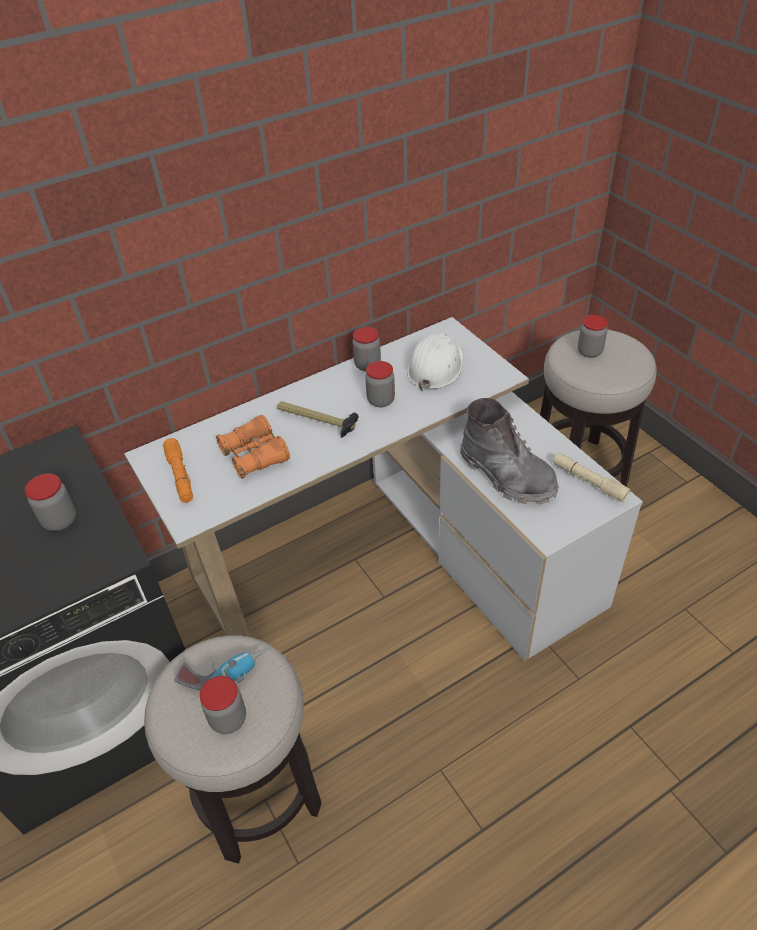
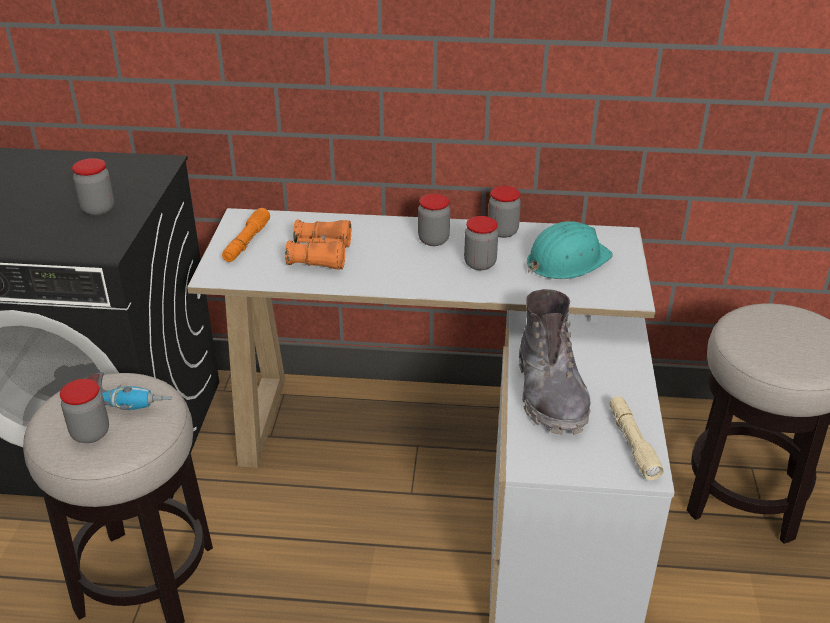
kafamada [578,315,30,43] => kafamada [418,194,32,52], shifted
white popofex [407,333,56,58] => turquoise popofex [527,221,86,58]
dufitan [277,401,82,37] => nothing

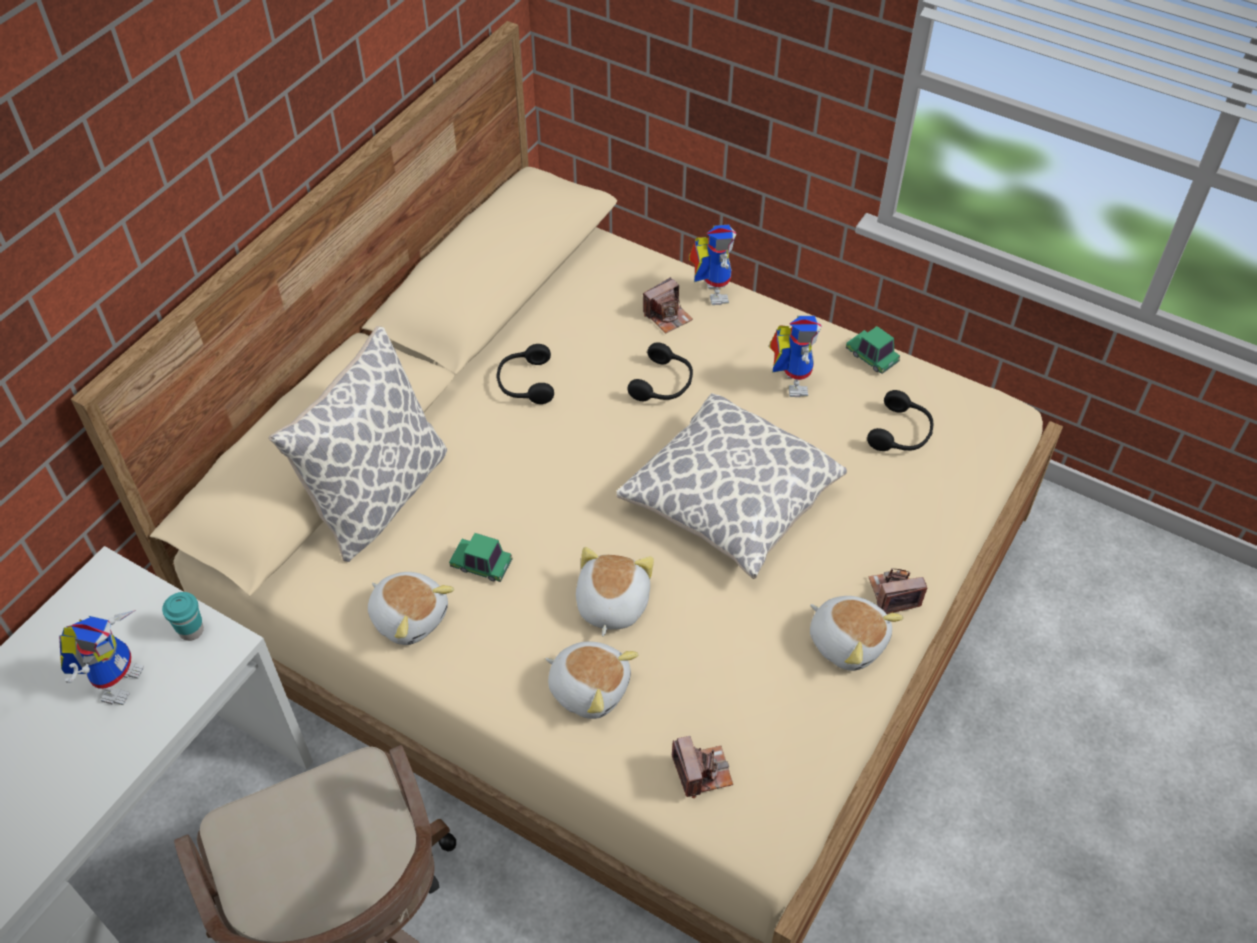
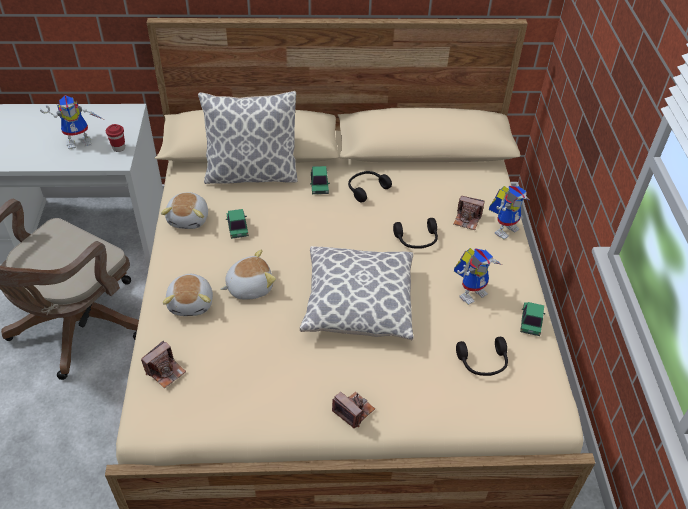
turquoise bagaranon [162,592,42,49] => red bagaranon [106,124,19,28]
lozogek [810,596,94,75] => nothing
nothing => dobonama [310,166,20,28]

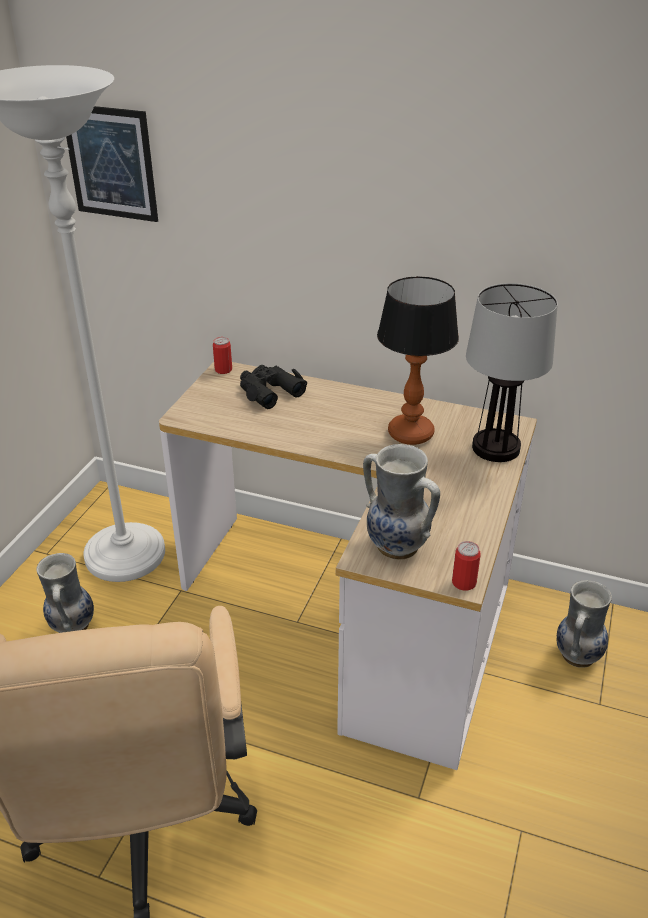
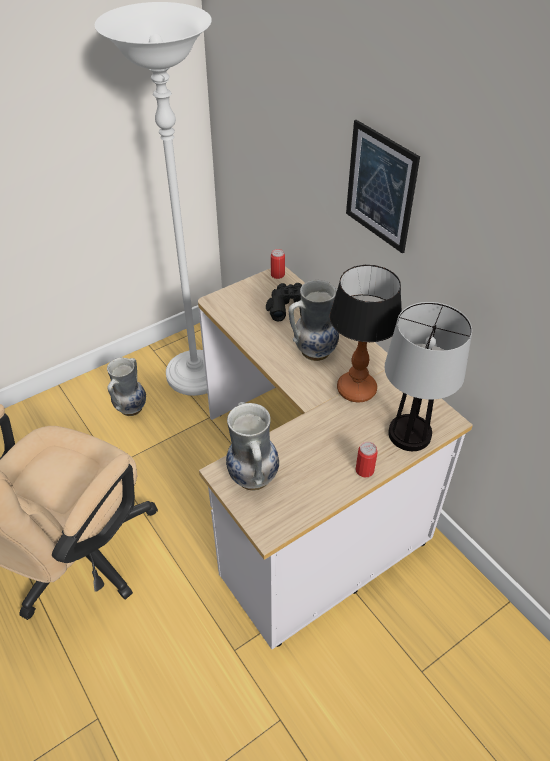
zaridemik [66,106,92,116] => zaridemik [346,120,74,133], shifted
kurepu [452,541,29,49] => kurepu [355,442,23,36], shifted
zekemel [557,580,55,88] => zekemel [288,280,51,81], shifted

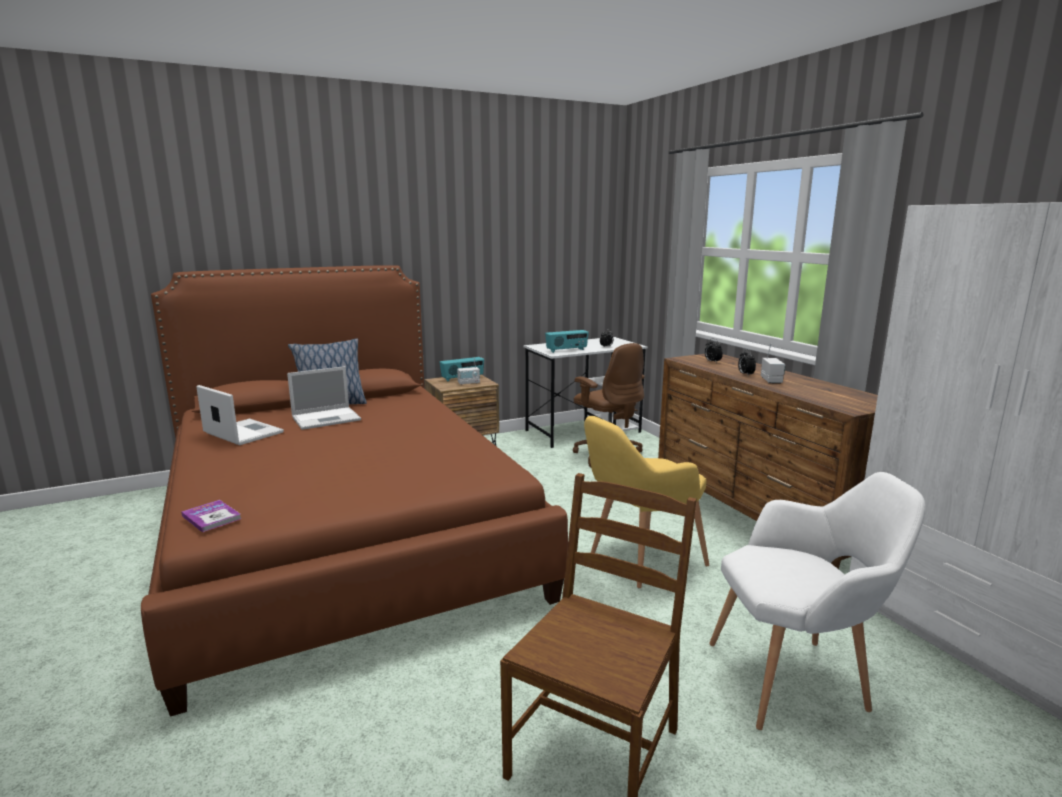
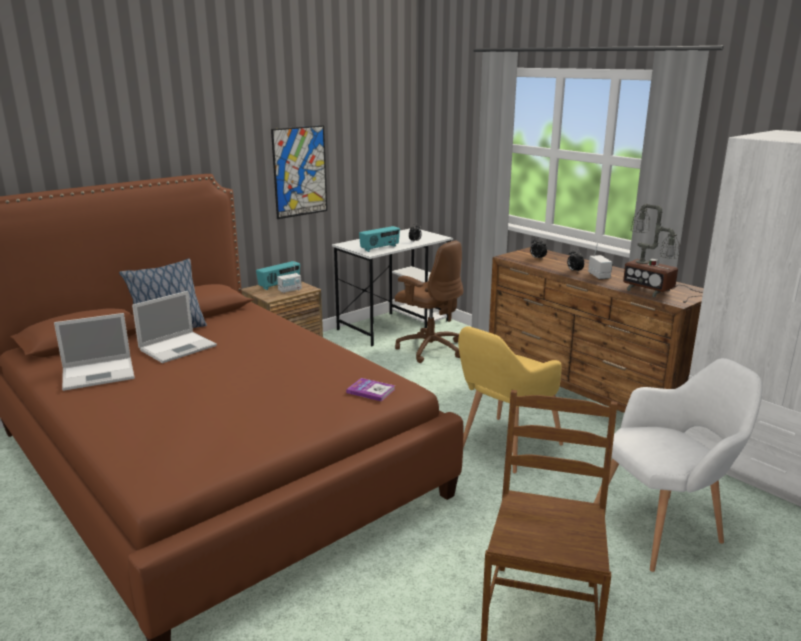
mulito [196,385,88,60] => mulito [54,313,81,78], 135 degrees clockwise
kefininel [181,500,60,32] => kefininel [346,378,49,24], shifted
nothing => zaridemik [271,125,56,94]
nothing => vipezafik [623,204,80,99]

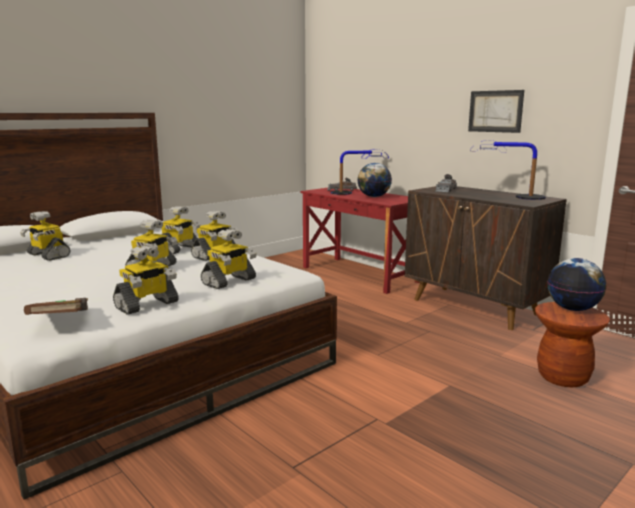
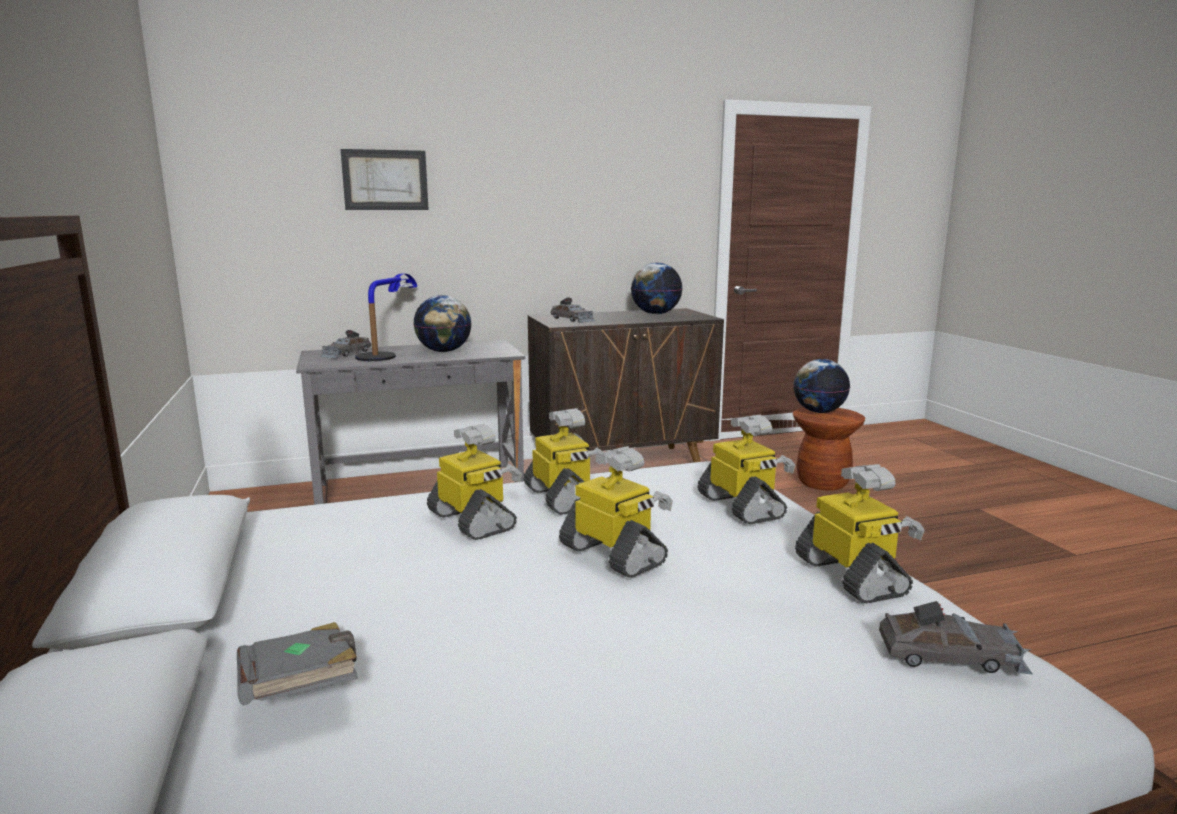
zaridemik [468,90,56,43] => zaridemik [340,149,89,61], shifted
vipezafik [475,140,71,60] => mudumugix [631,263,52,51]
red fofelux [300,188,120,106] => grey fofelux [296,340,229,165]
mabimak [20,211,51,50] => grey kefininel [237,622,121,84]
brown kefininel [24,298,64,17] => grey dobonama [879,601,153,73]

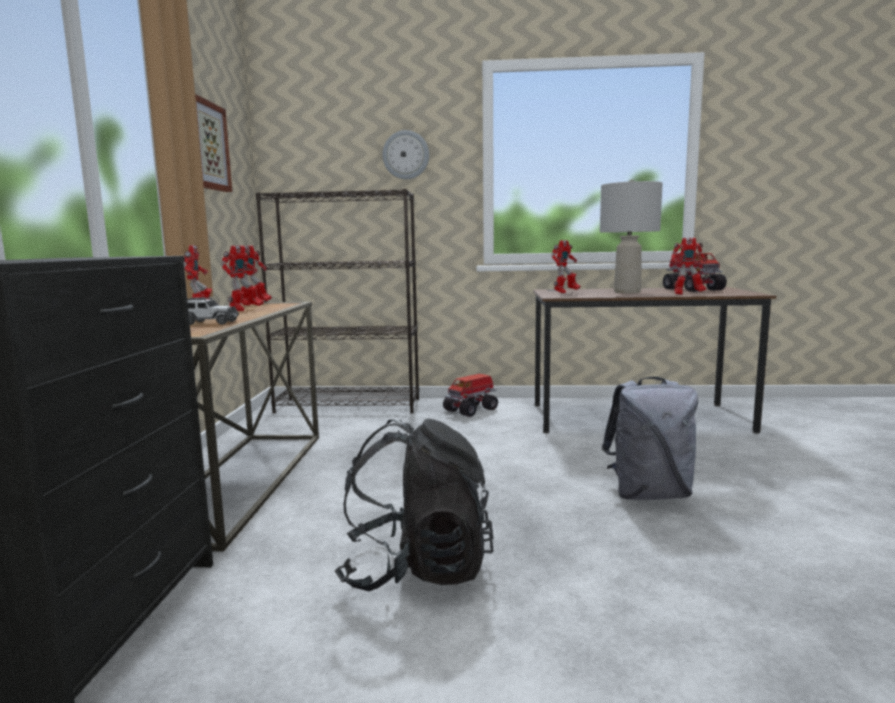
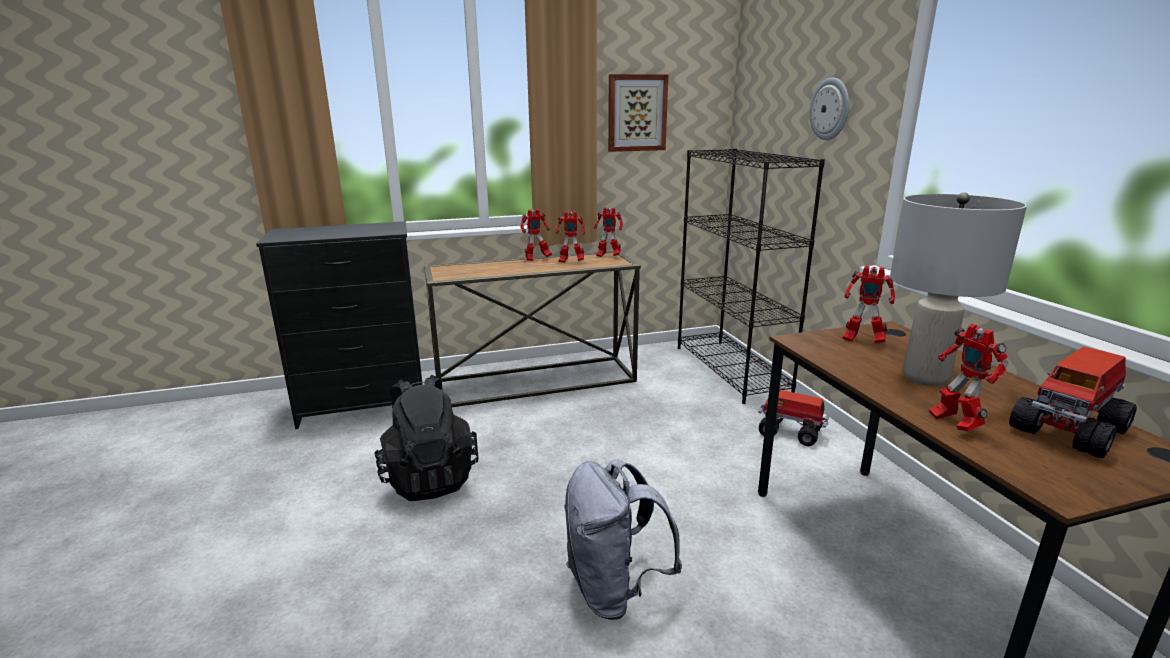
dobonama [187,297,52,28] => nothing

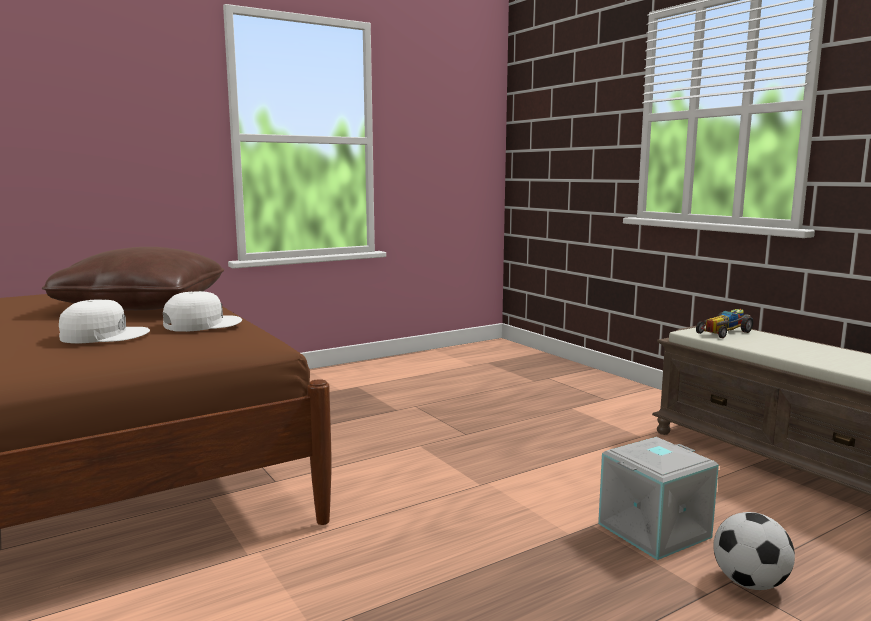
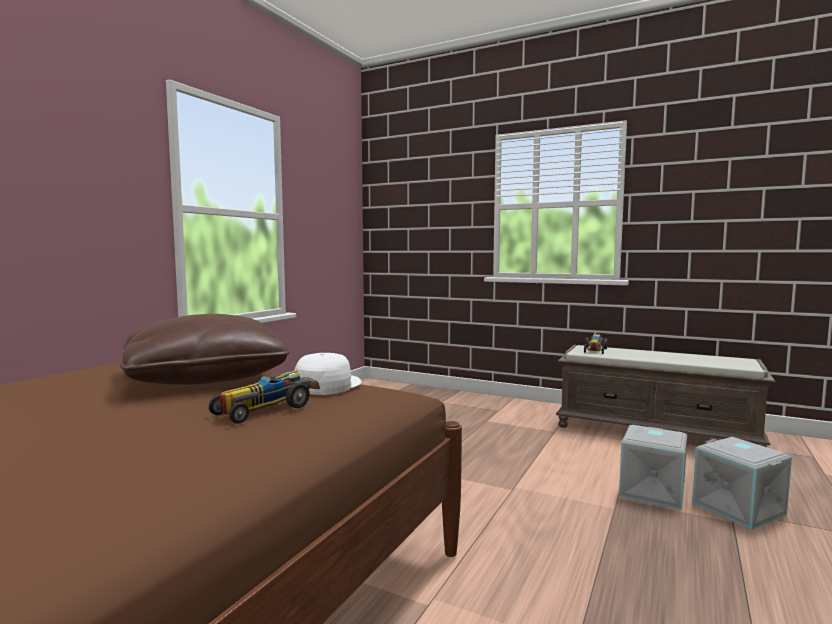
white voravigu [59,300,91,43] => dobonama [209,371,102,53]
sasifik [713,512,82,78] => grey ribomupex [692,437,100,93]

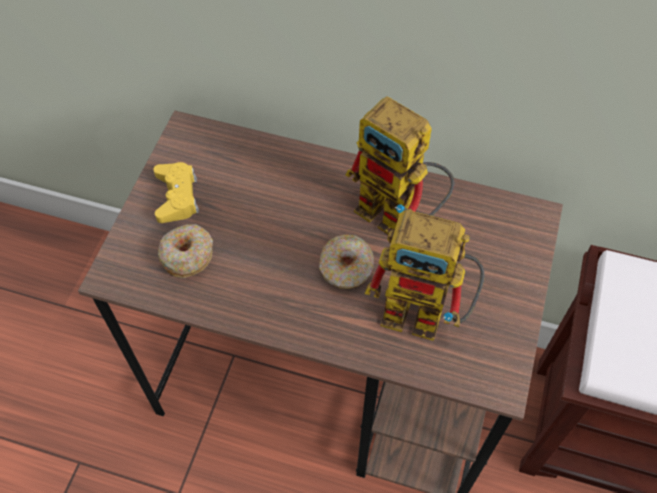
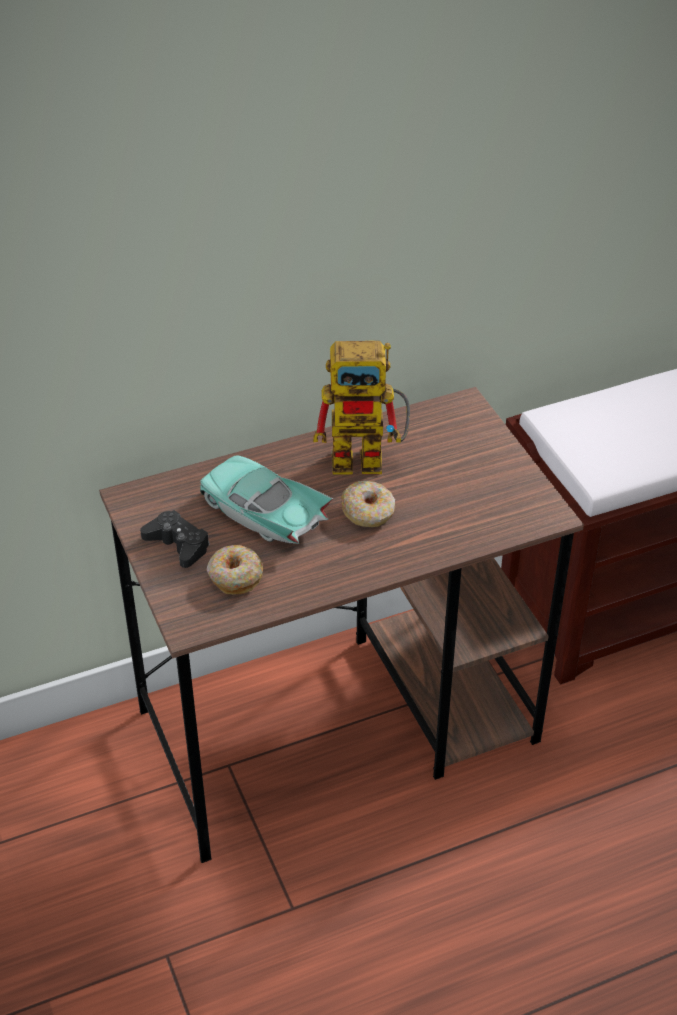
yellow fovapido [153,162,46,61] => black fovapido [140,510,70,58]
mabimak [365,210,119,131] => nothing
nothing => turquoise dobonama [200,456,133,88]

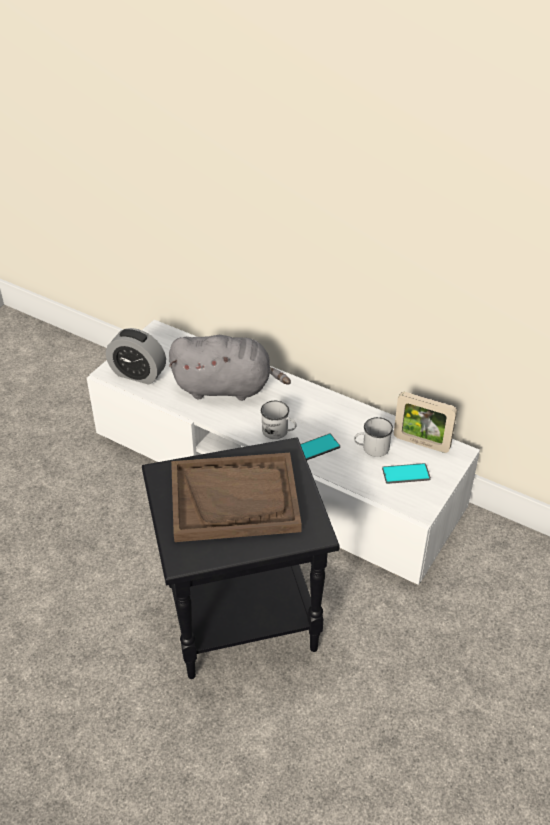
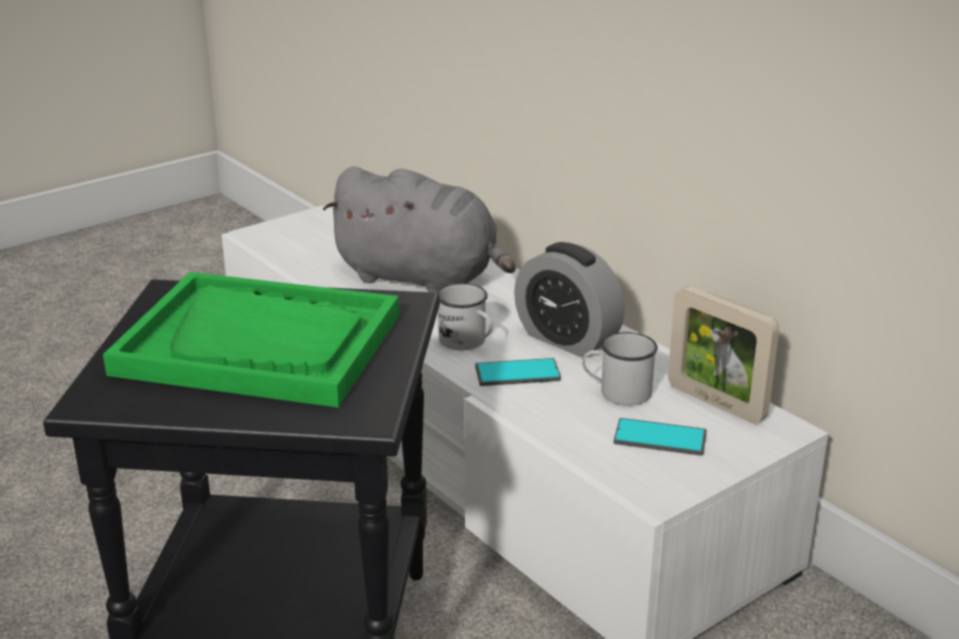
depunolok [106,328,60,57] => depunolok [514,242,111,116], shifted
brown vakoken [171,453,131,89] => green vakoken [103,272,296,136]

